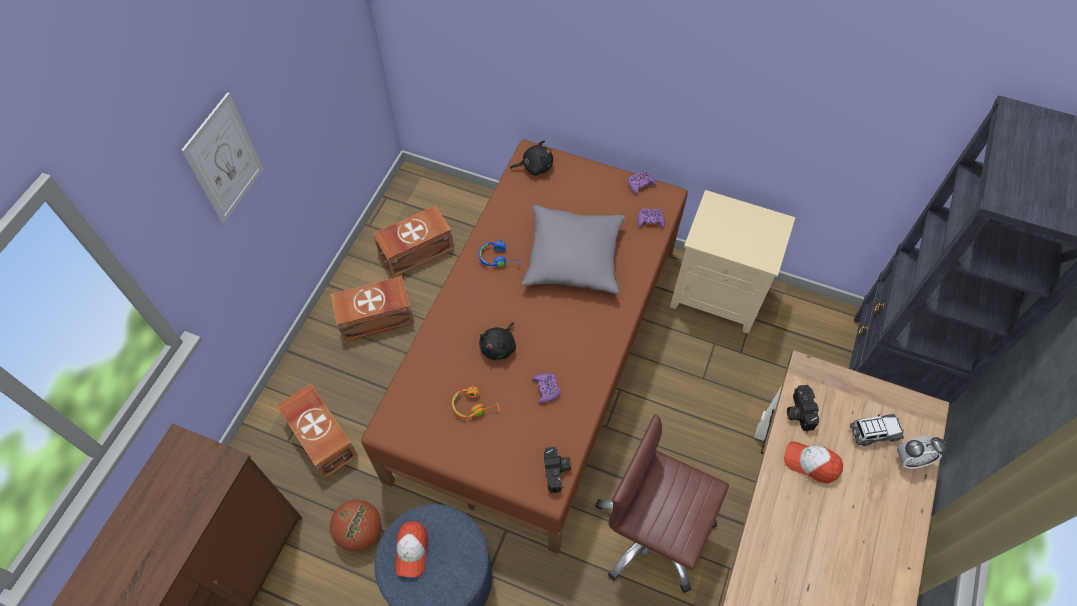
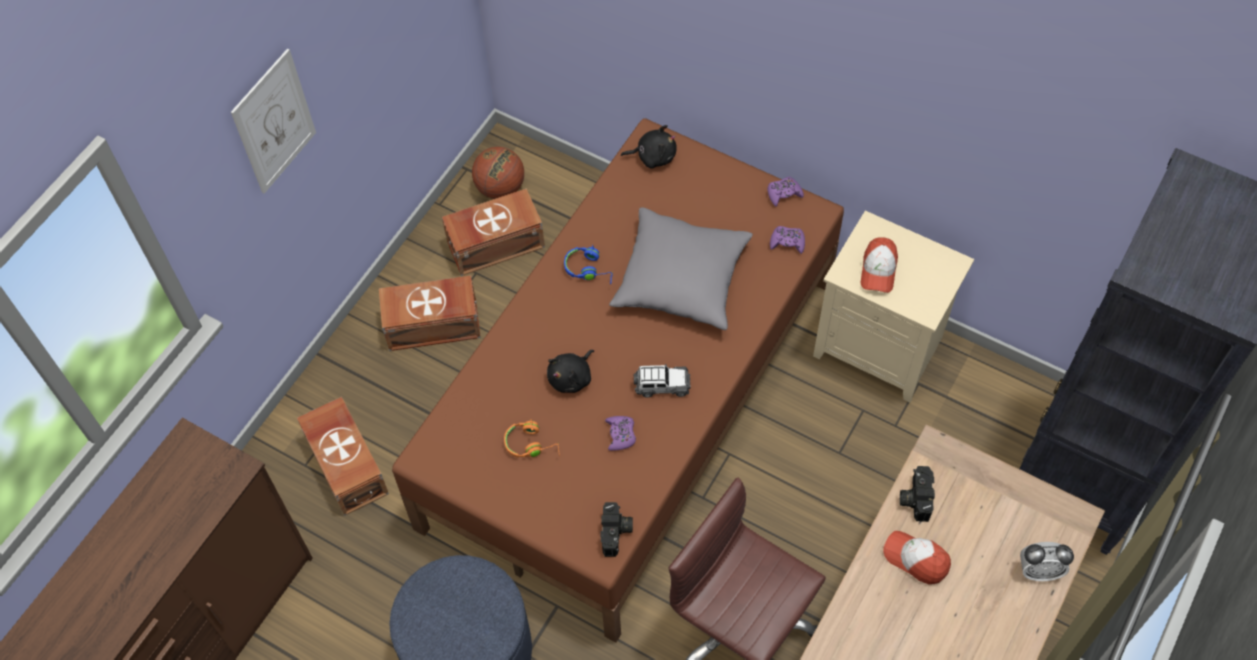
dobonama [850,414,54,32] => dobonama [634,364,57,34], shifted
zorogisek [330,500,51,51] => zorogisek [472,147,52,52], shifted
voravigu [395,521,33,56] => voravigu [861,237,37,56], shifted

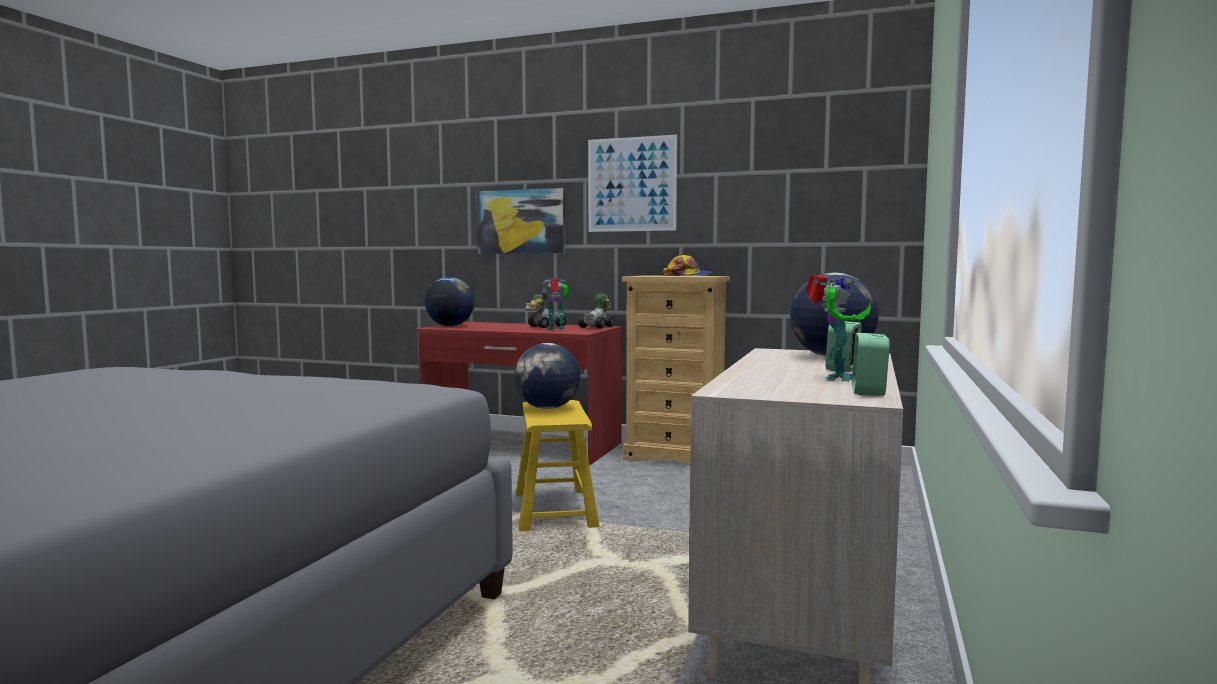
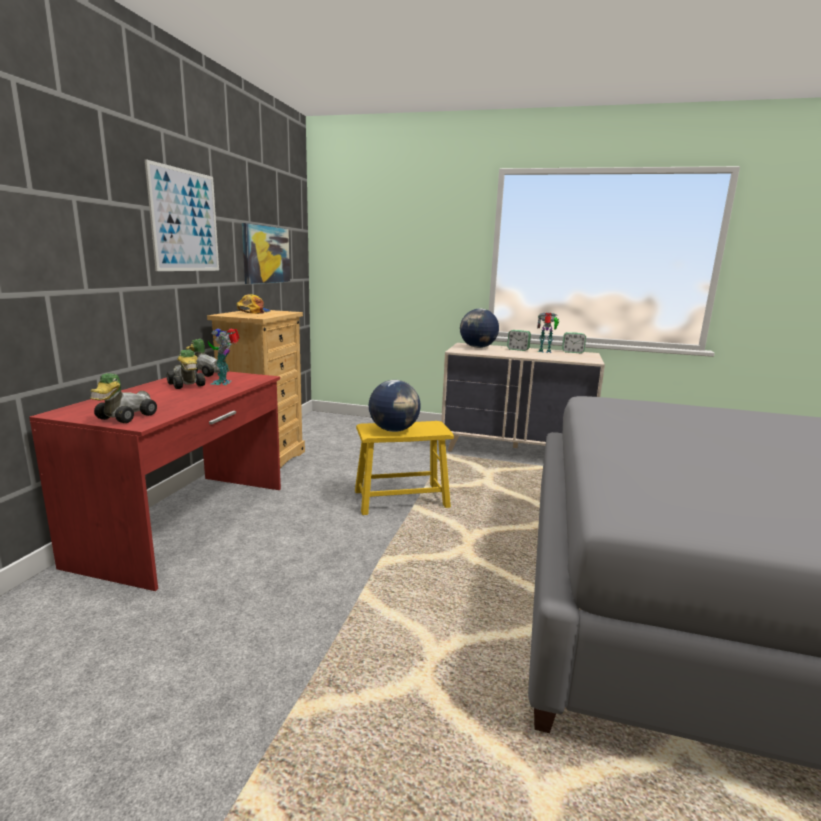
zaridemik [476,188,89,66] => zaridemik [242,223,48,61], shifted
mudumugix [425,277,50,49] => dobonama [90,373,67,50]

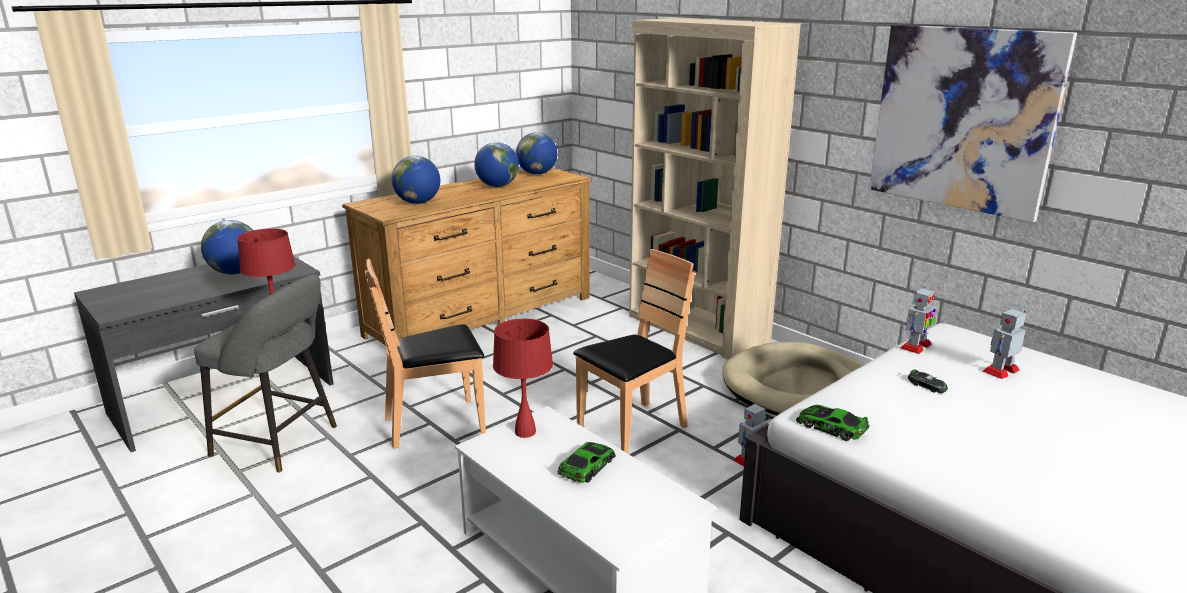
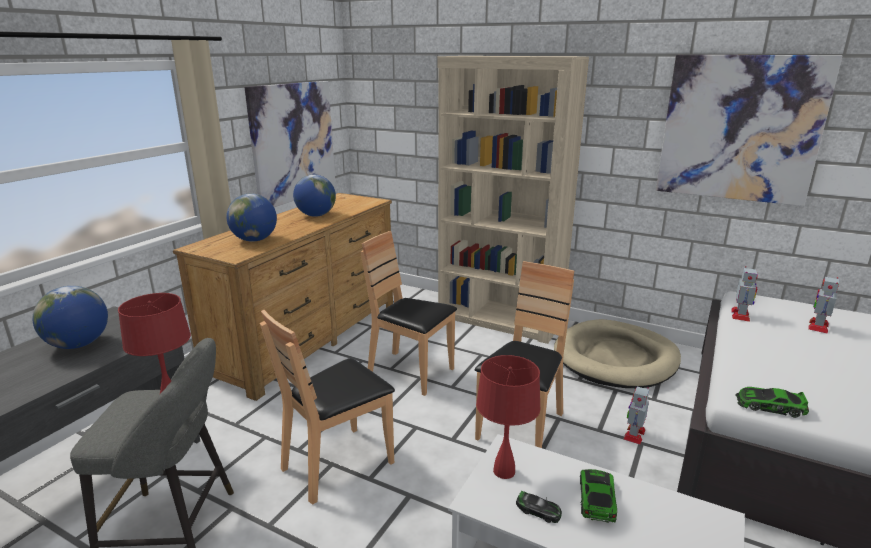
mudumugix [516,132,41,43] => nothing
dobonama [908,369,40,24] => dobonama [516,491,46,32], shifted
nothing => zaridemik [245,81,91,126]
nothing => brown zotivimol [361,231,96,165]

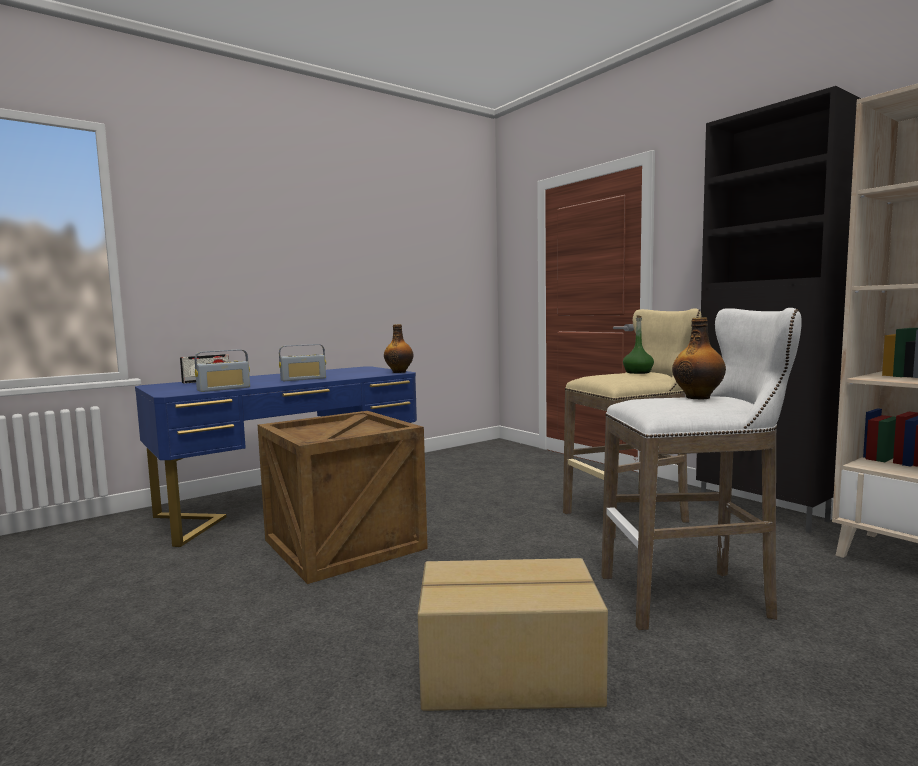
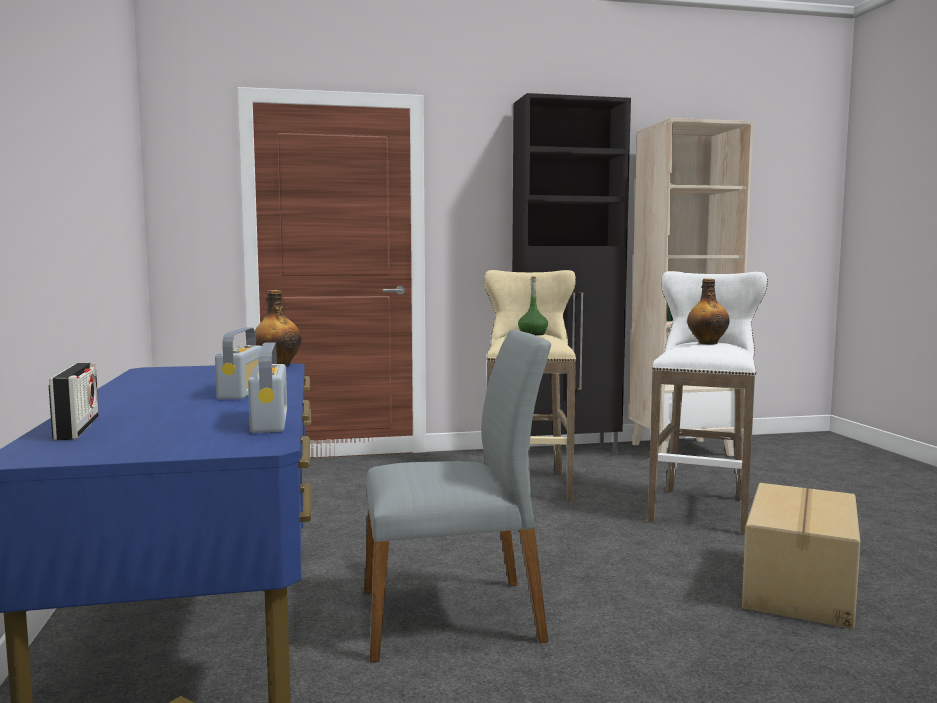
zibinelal [258,411,170,173] => grey zotivimol [364,330,187,332]

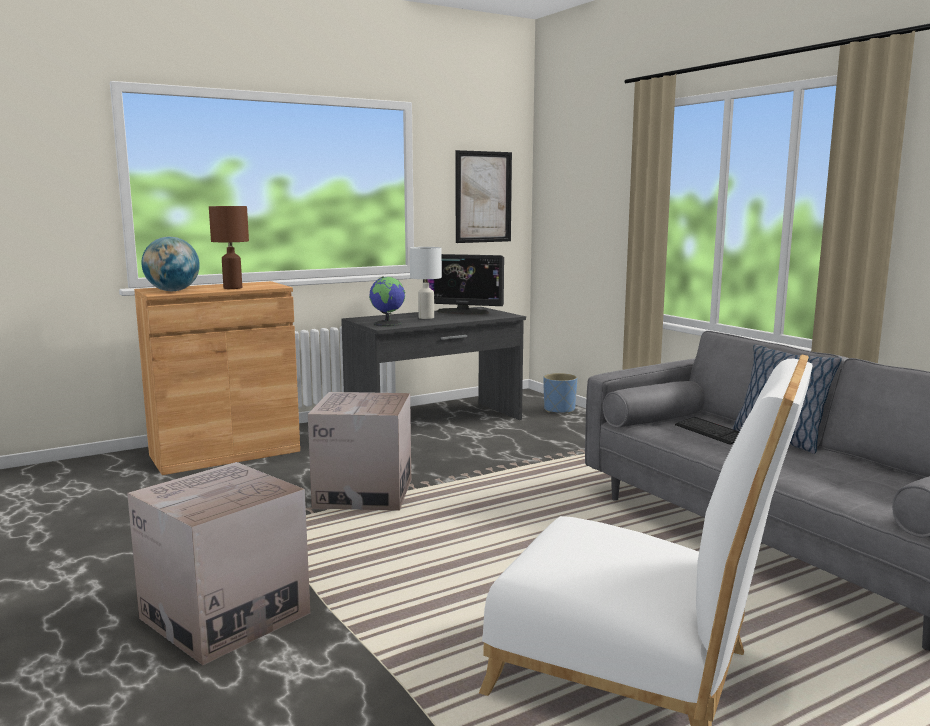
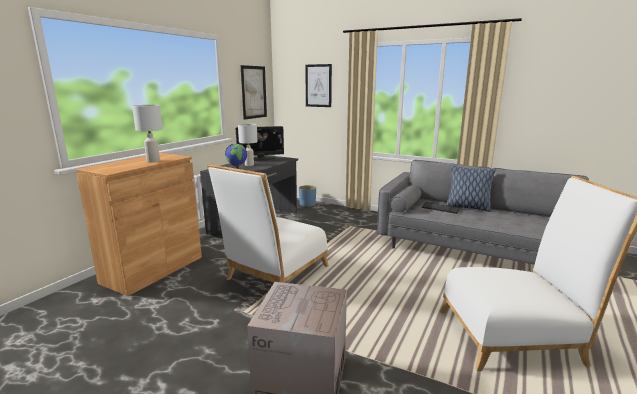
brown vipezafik [209,206,40,83] => white vipezafik [132,105,31,57]
mudumugix [142,237,58,54] => nothing
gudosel [308,392,103,119] => white zotivimol [207,164,122,119]
nothing => zaridemik [305,64,27,43]

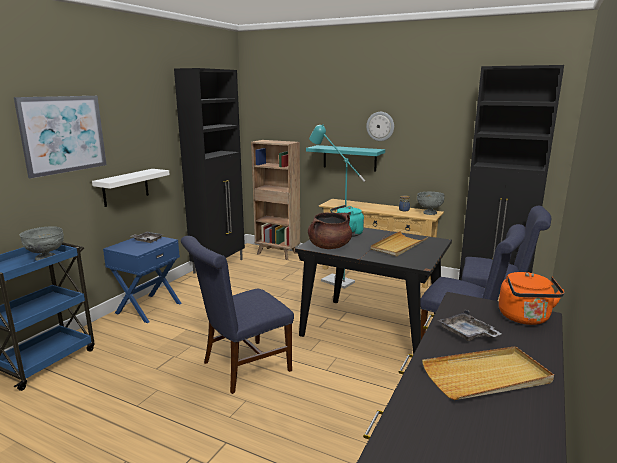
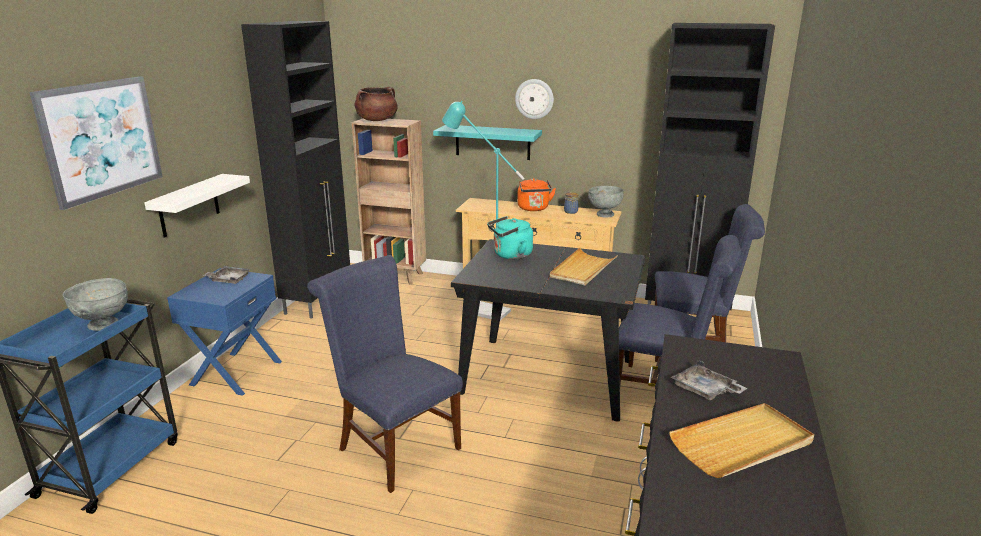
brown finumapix [308,212,44,37] => brown finumapix [355,87,42,34], shifted
blue zotivimol [181,236,113,158] => blue zotivimol [307,255,156,238], 90 degrees clockwise
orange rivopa [499,272,65,53] => orange rivopa [517,178,39,33], shifted

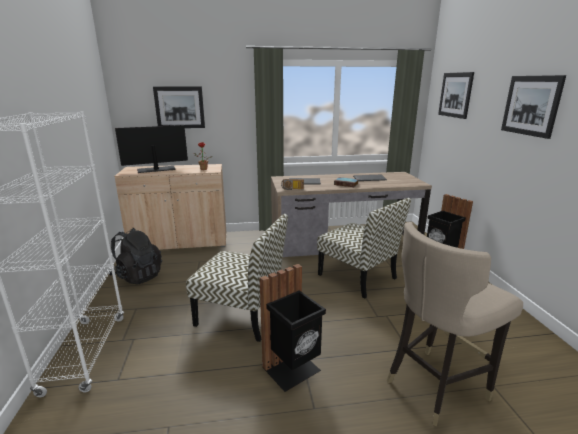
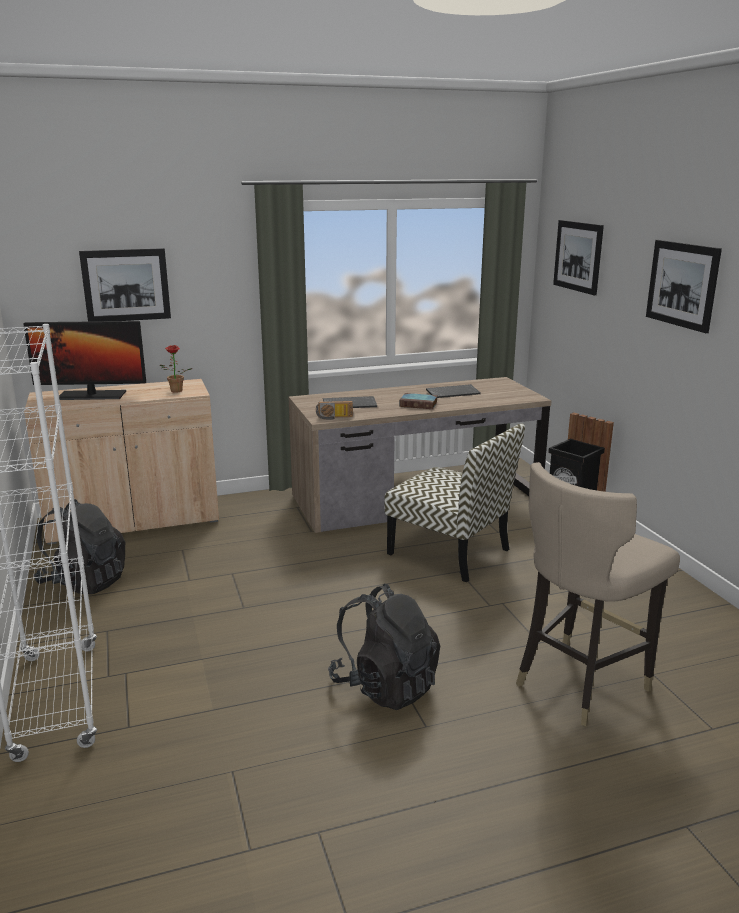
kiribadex [115,125,73,48] => kiribadex [23,321,123,79], 150 degrees counterclockwise
zotivimol [186,214,102,128] => nothing
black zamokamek [260,264,66,128] => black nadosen [328,583,112,127]

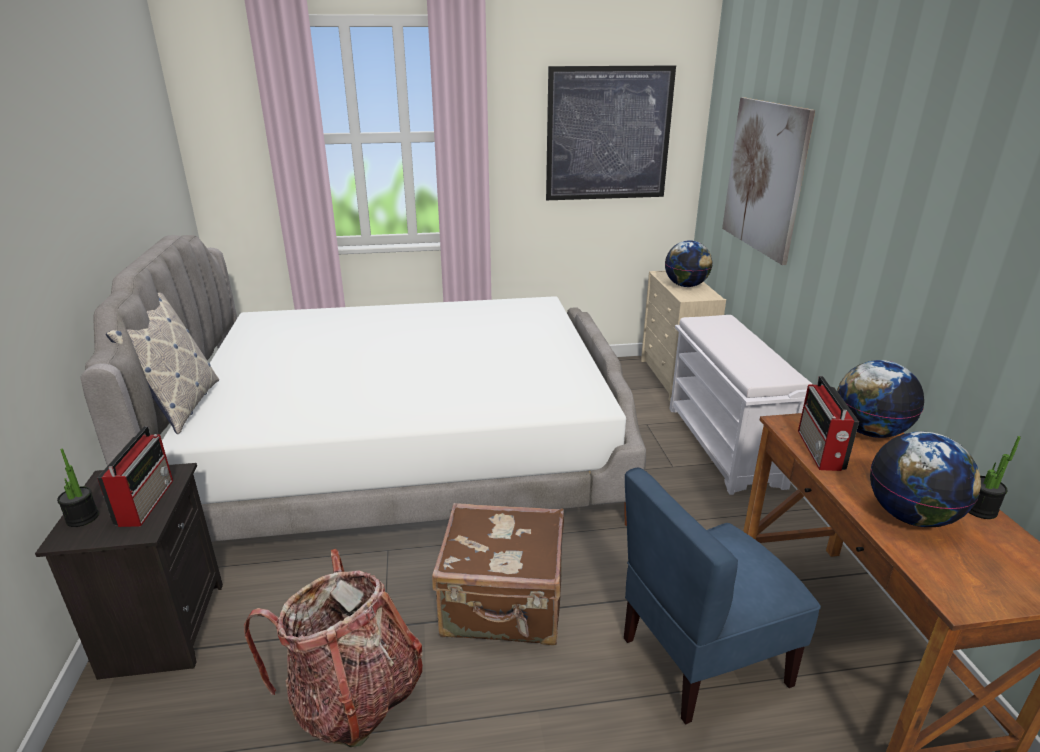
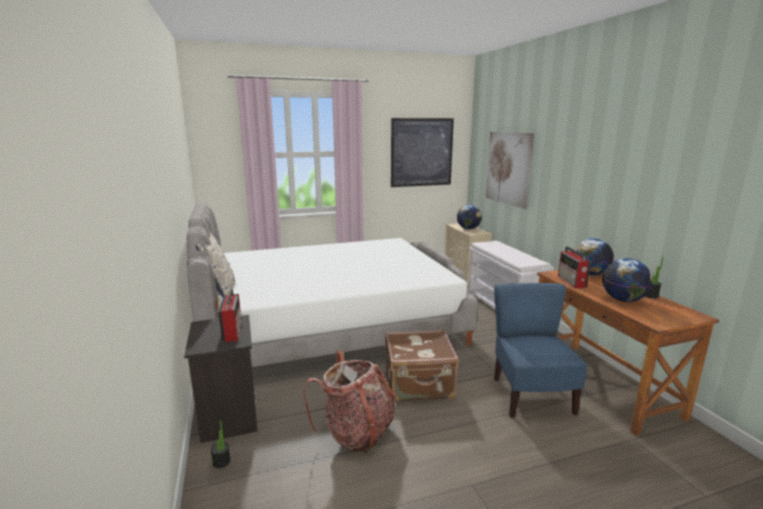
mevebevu [57,448,42,79] => mevebevu [211,420,20,48], shifted
blue zotivimol [624,468,197,257] => blue zotivimol [494,283,94,135], 120 degrees clockwise

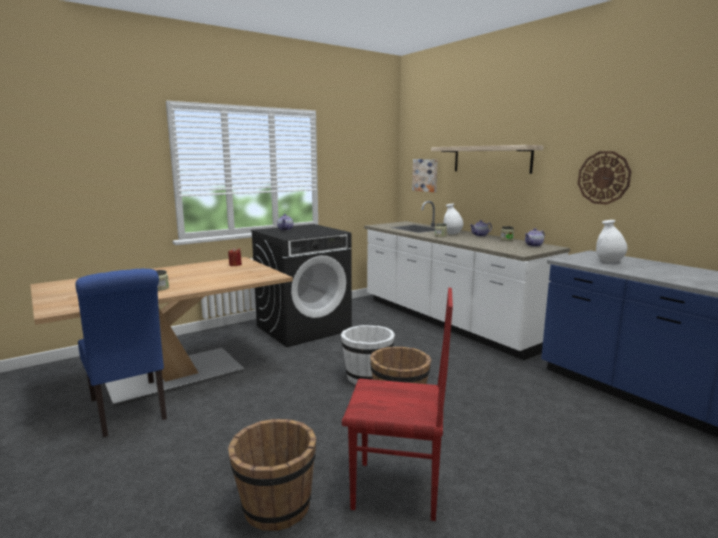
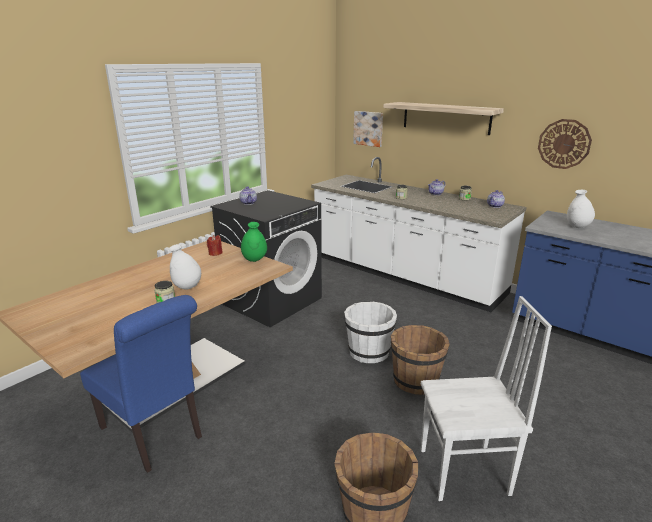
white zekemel [443,204,20,31] => white zekemel [169,244,32,46], shifted
red zotivimol [342,288,111,233] => white zotivimol [421,296,131,205]
nothing => green zekemel [241,222,26,40]

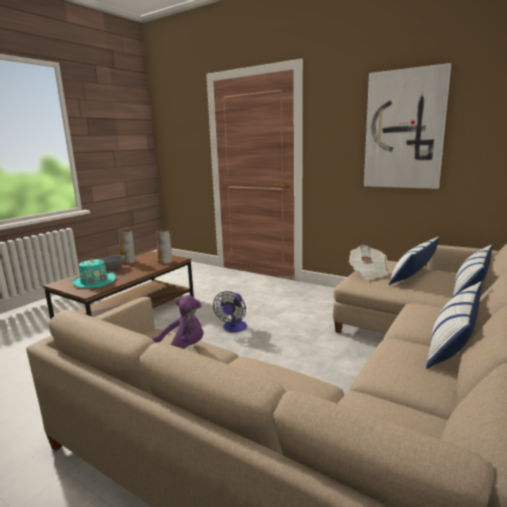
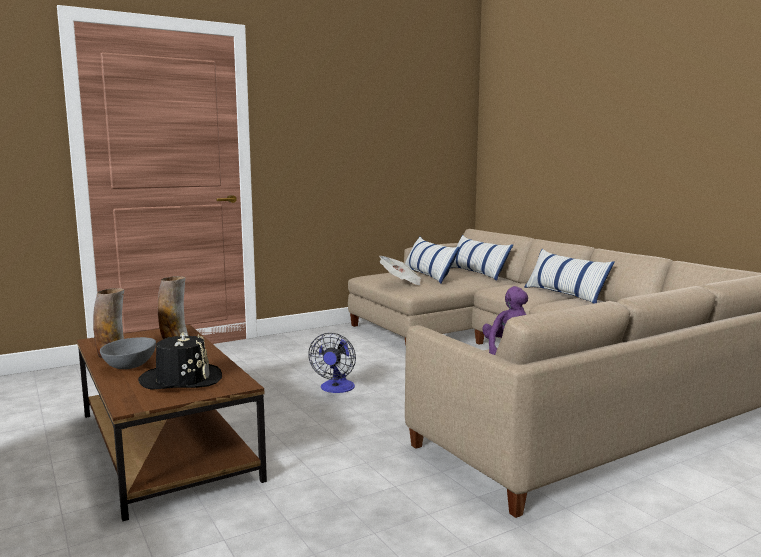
zaridemik [364,63,87,126] => nothing
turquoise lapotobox [72,258,44,30] => black lapotobox [138,333,84,57]
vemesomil [213,291,34,41] => vemesomil [308,333,48,60], 60 degrees clockwise

